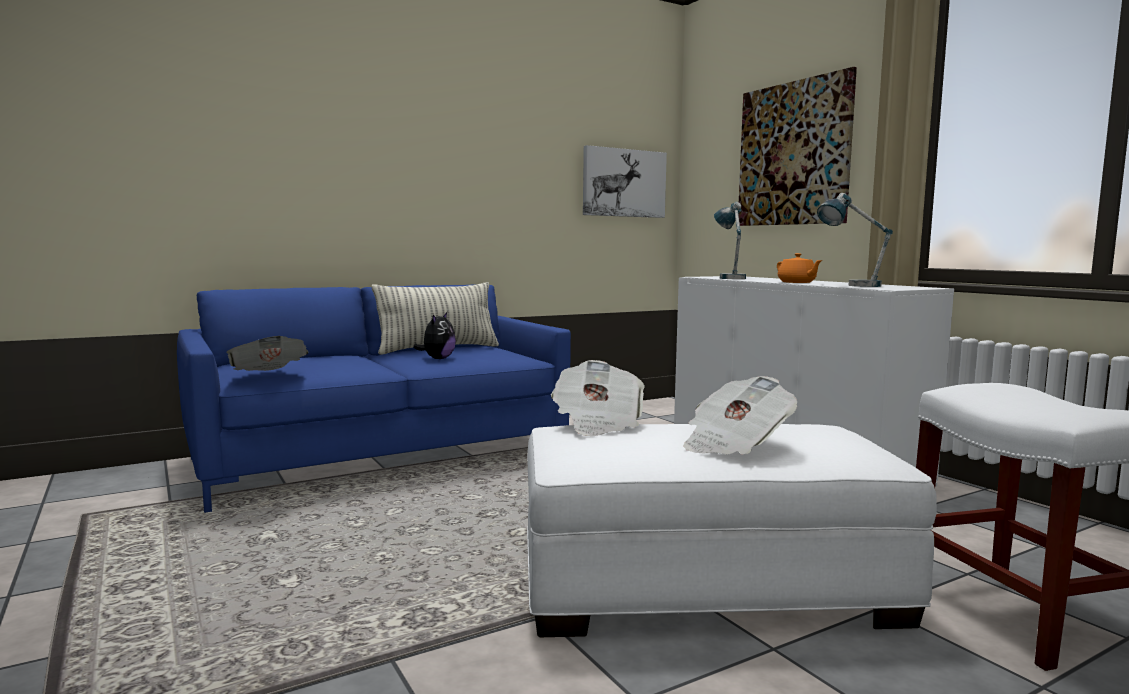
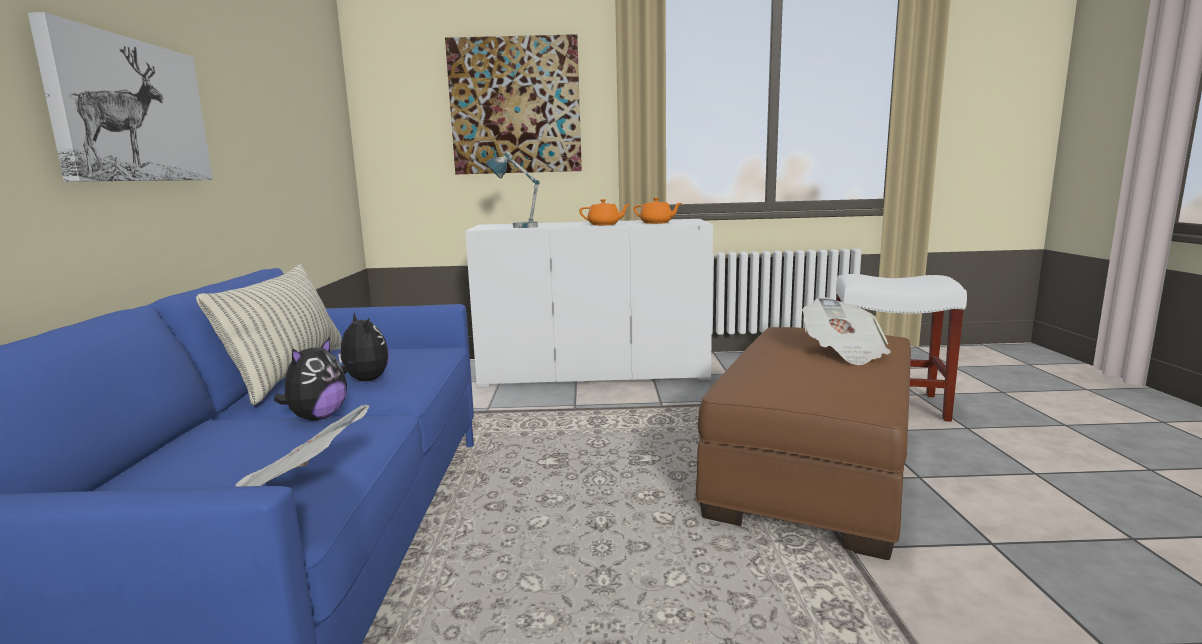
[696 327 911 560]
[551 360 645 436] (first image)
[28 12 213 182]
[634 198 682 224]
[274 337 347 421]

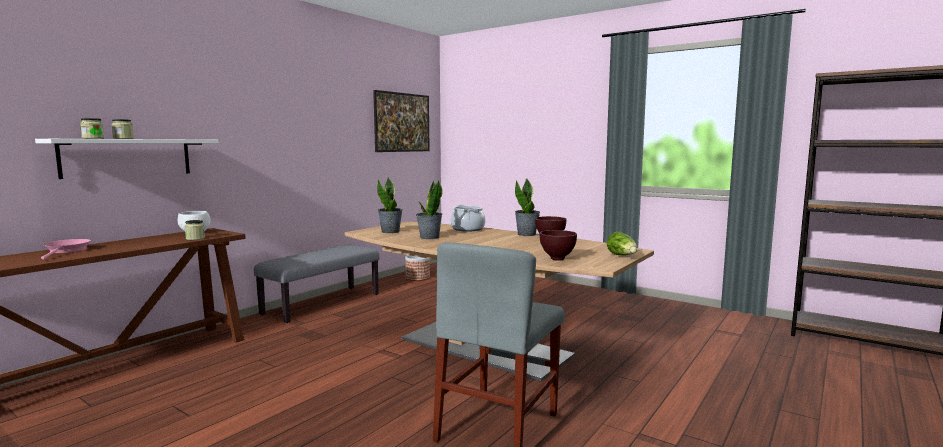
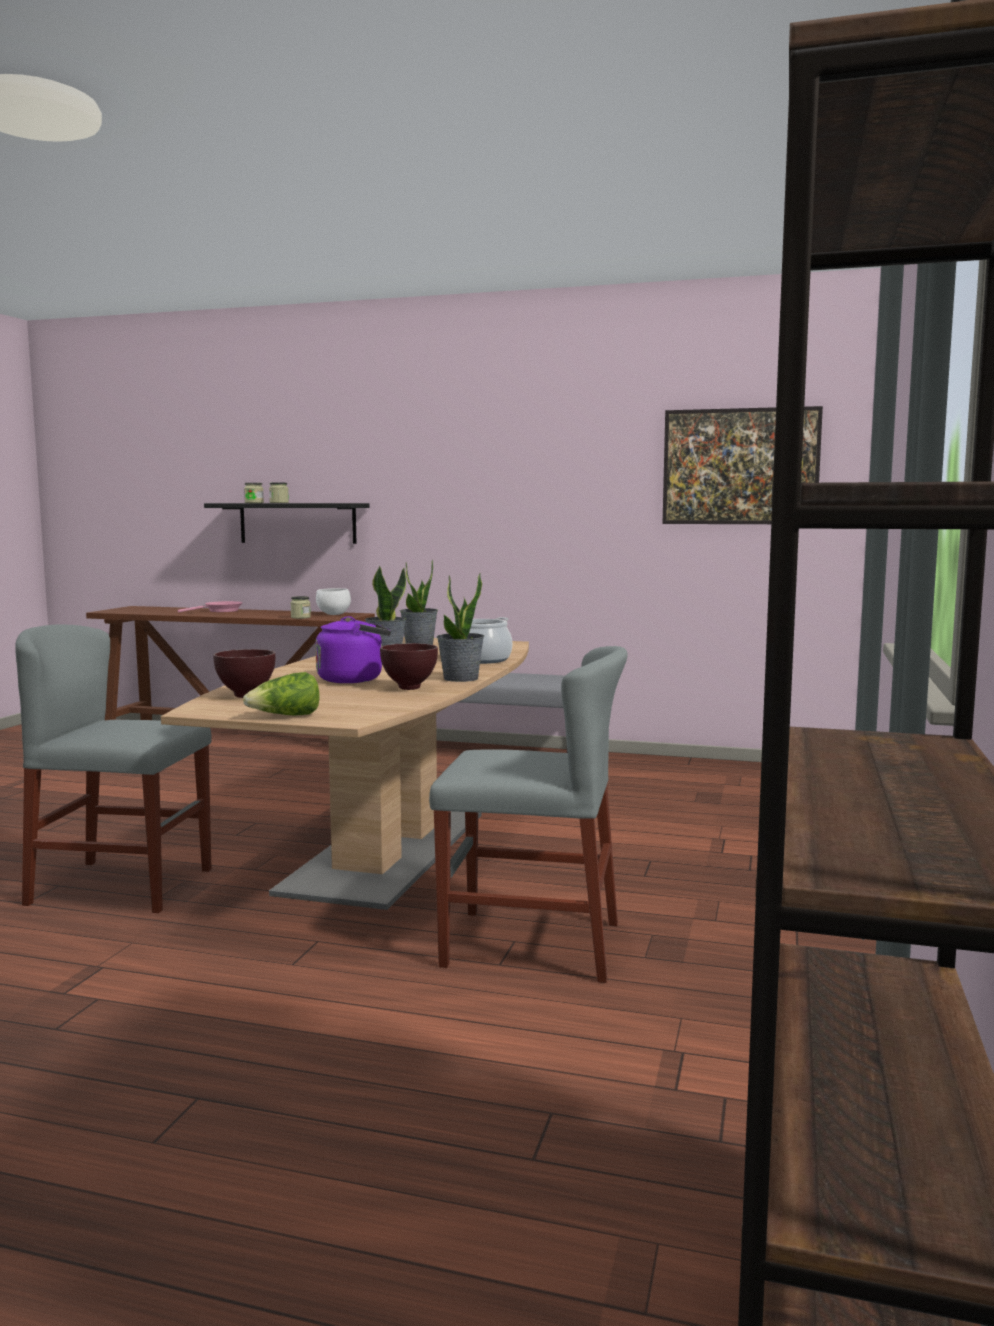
[204 503 369 544]
[405 255 430 281] (first image)
[315 616 391 683]
[429 646 627 983]

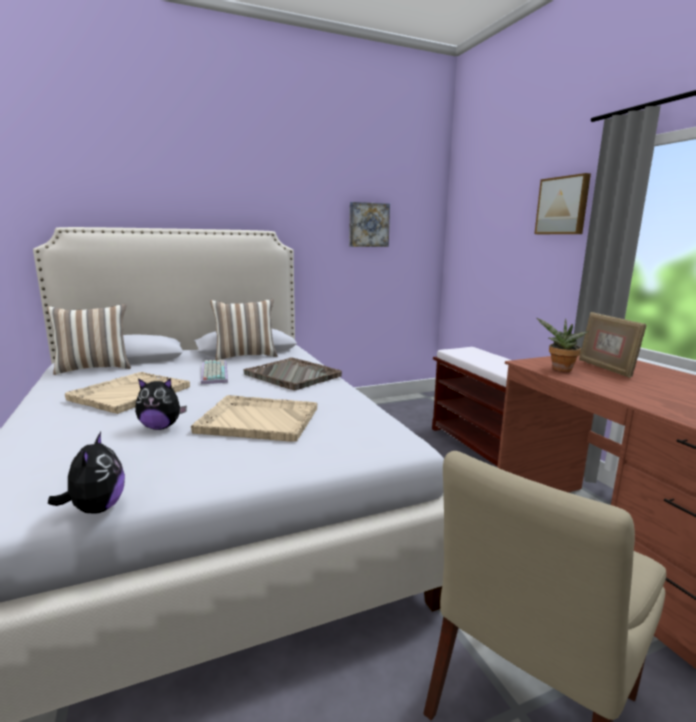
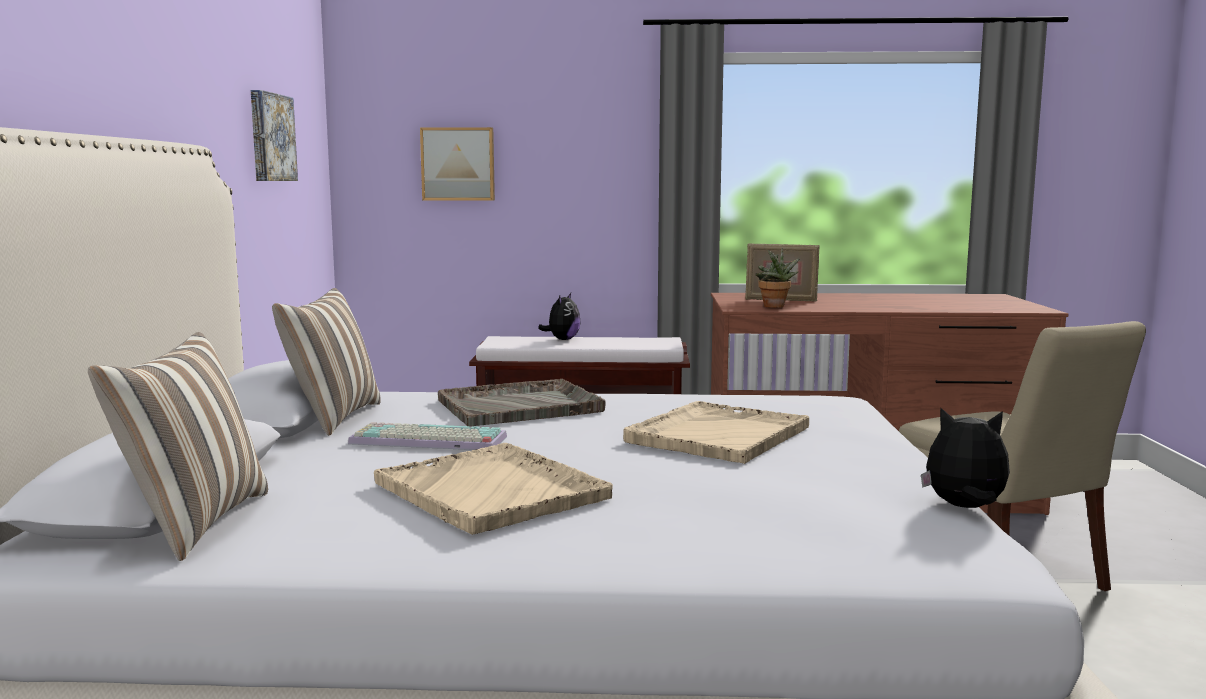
[538 293 581 340]
[420 127 495 201]

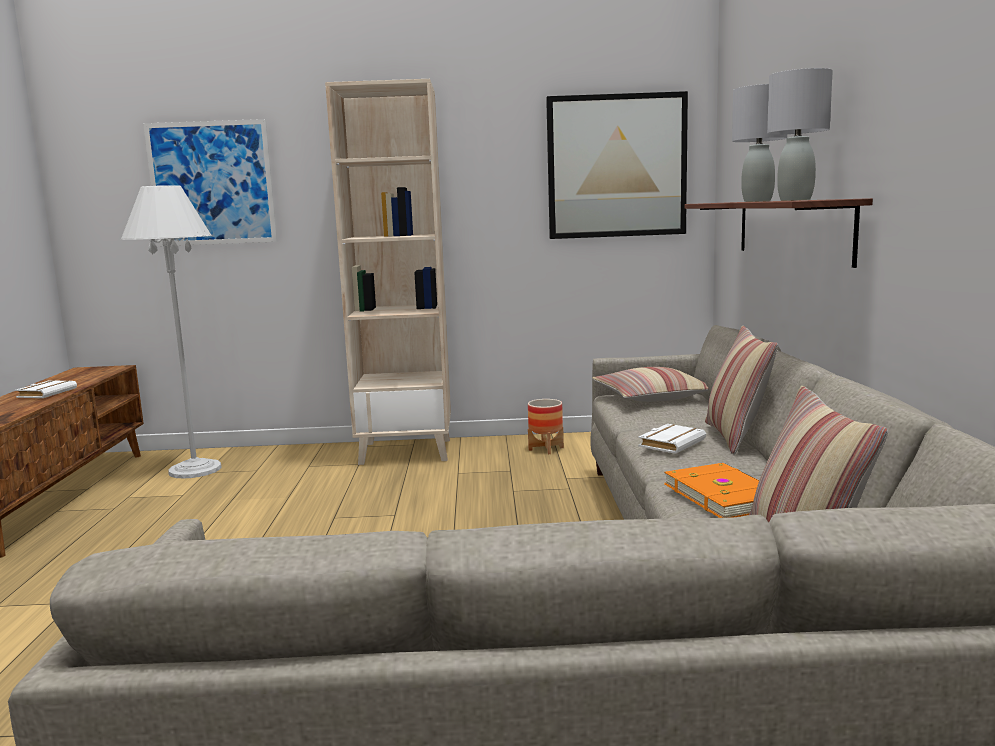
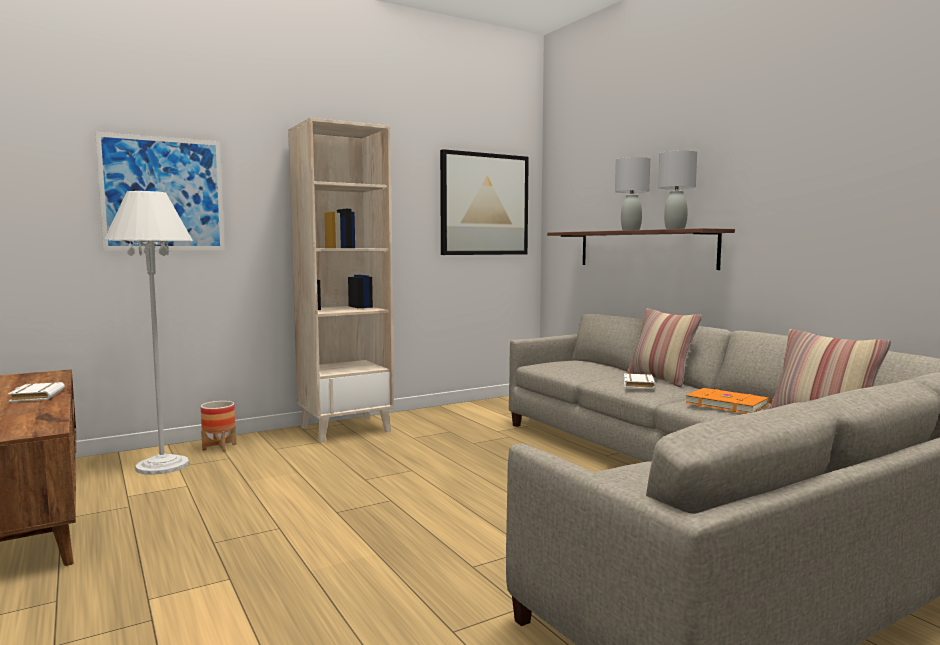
[201 401 236 452]
[592 367 709 402] (first image)

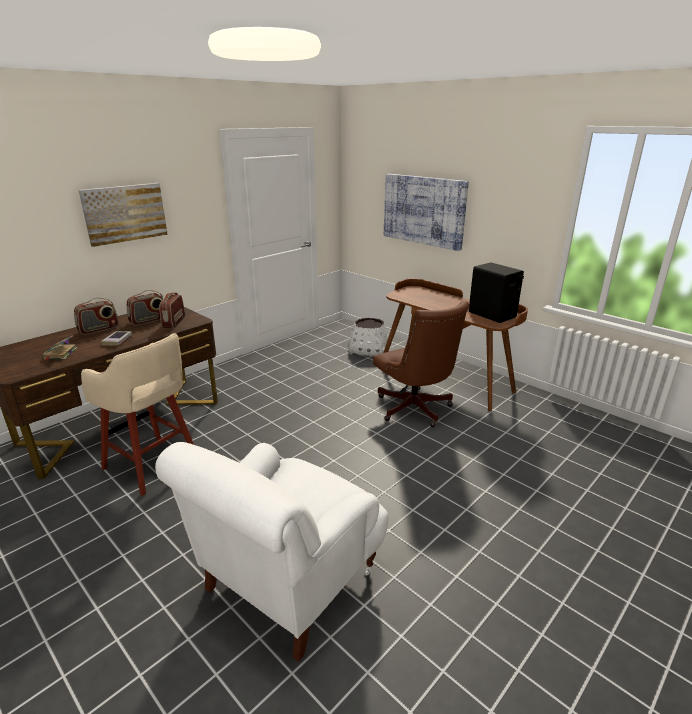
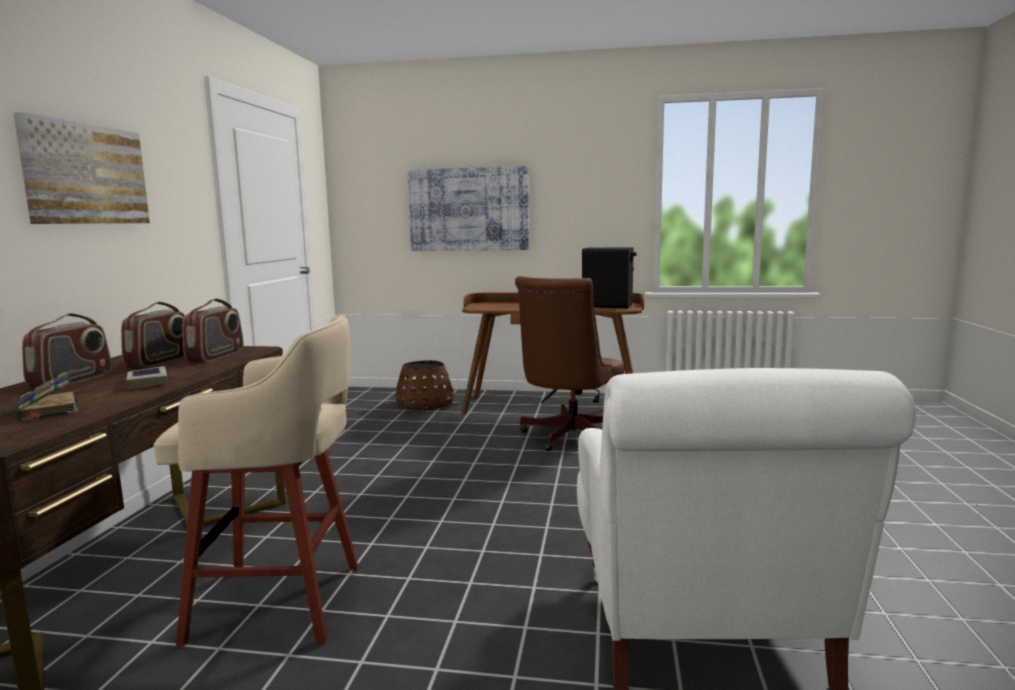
[183 298 244 362]
[396 360 454 410]
[515 276 624 451]

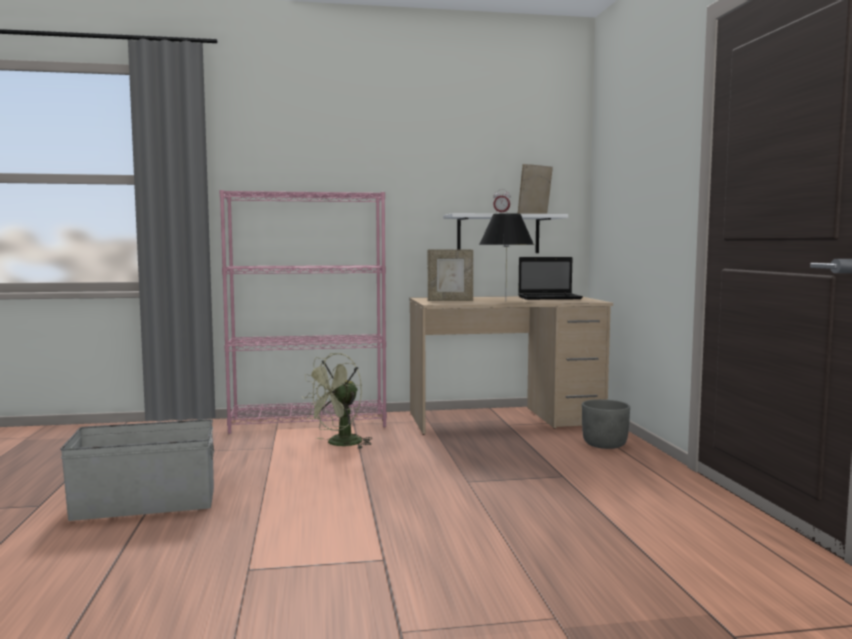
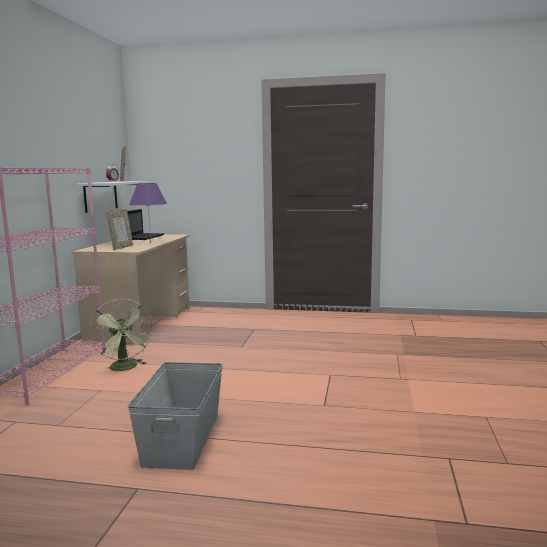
[129 183 167 243]
[582 399 630 449] (first image)

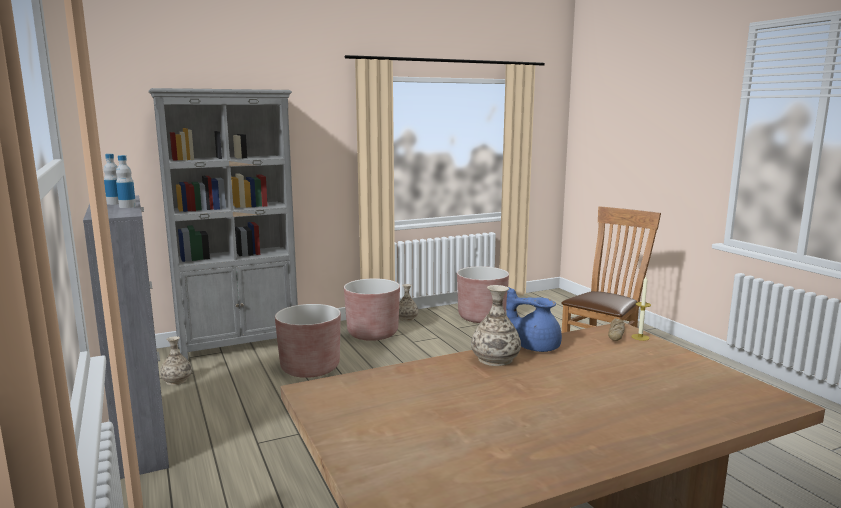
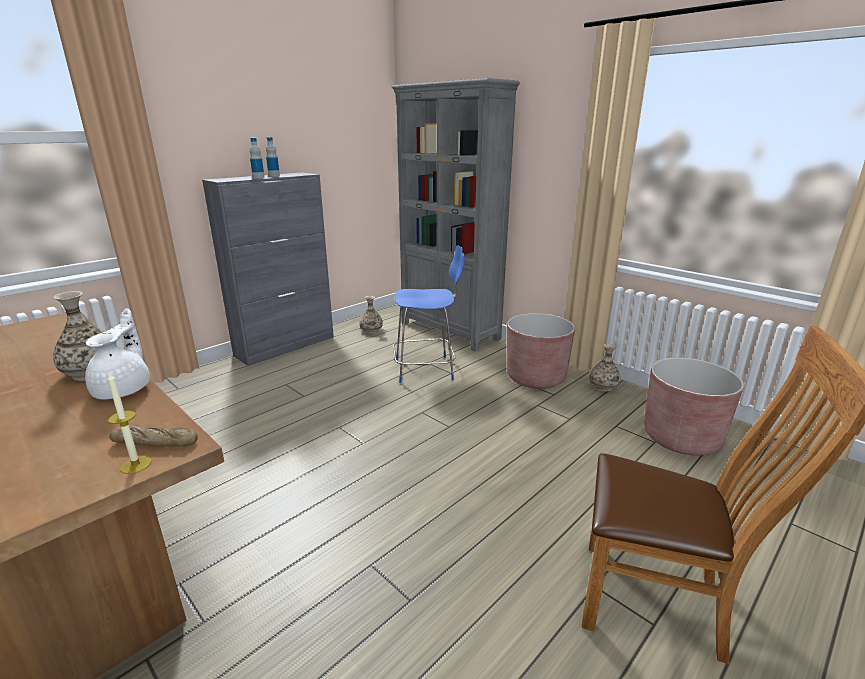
[393 245 465 383]
[85 308 150 399]

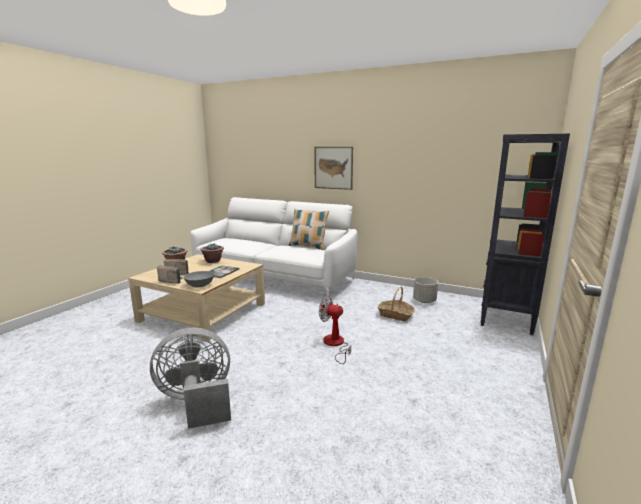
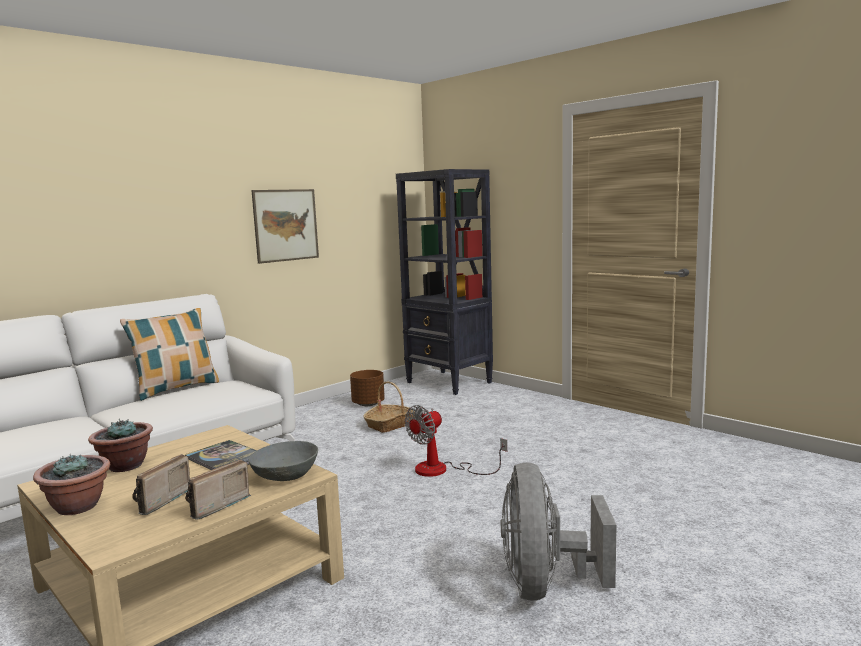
[251 189 319 264]
[350 370 385 406]

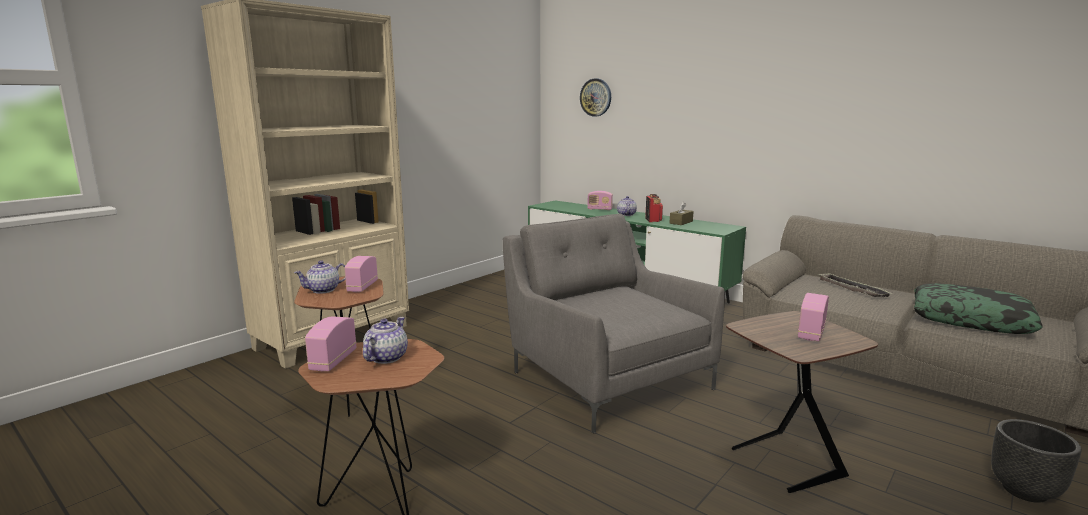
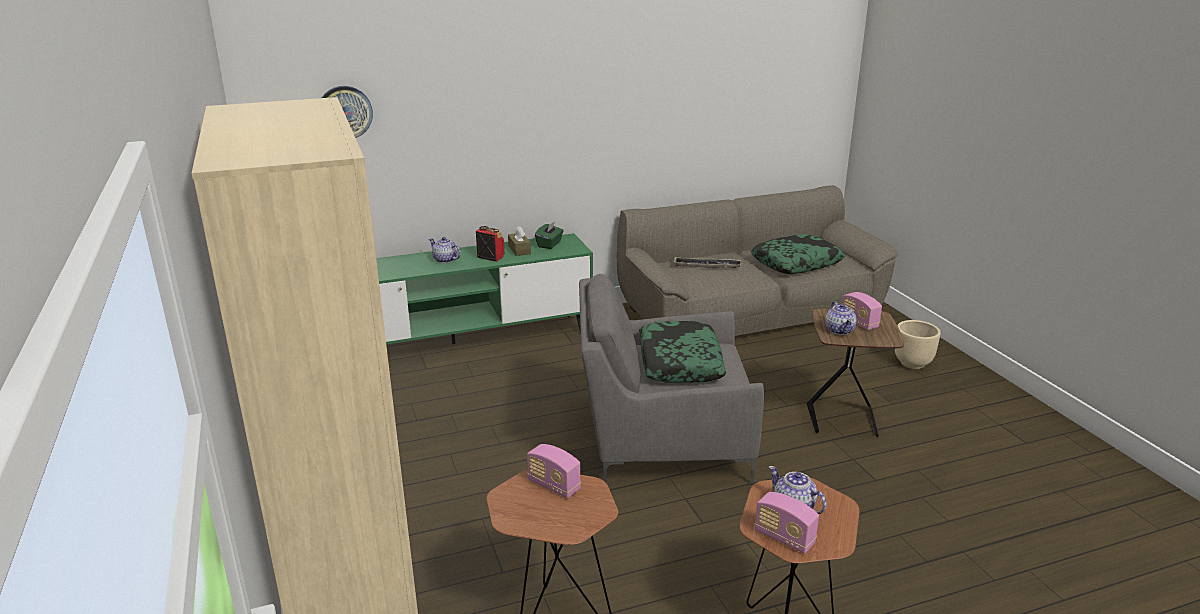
[825 301 857 335]
[587 191 613 210] (first image)
[895 320 941 369]
[535 222 564 249]
[639 321 726 383]

